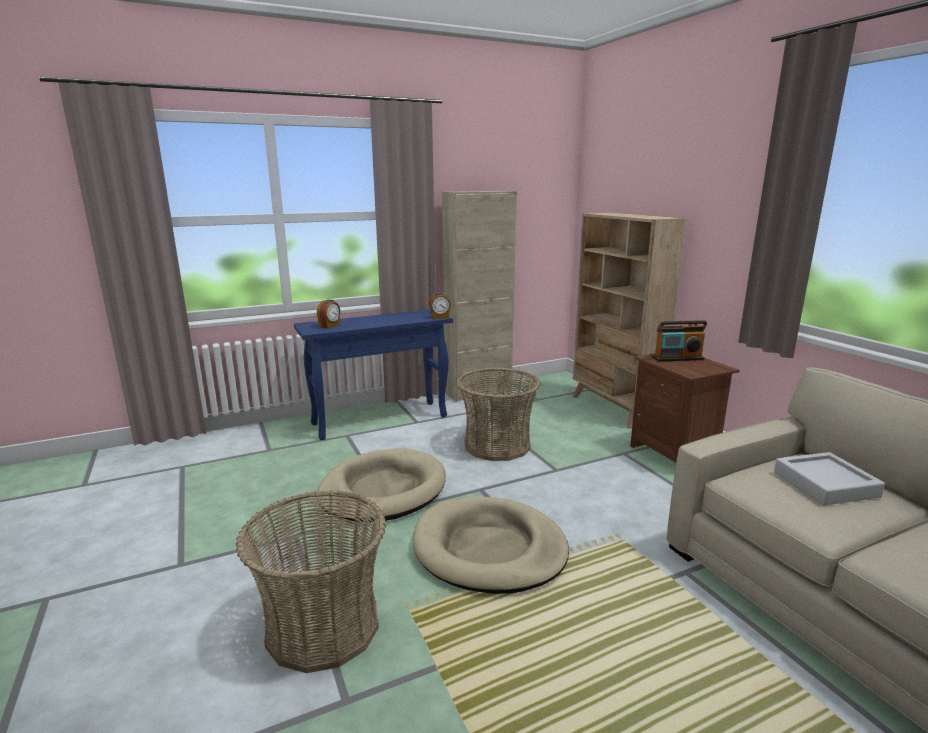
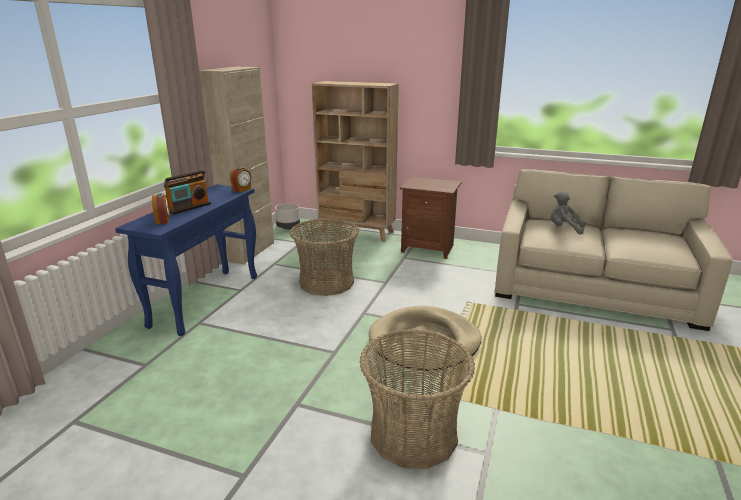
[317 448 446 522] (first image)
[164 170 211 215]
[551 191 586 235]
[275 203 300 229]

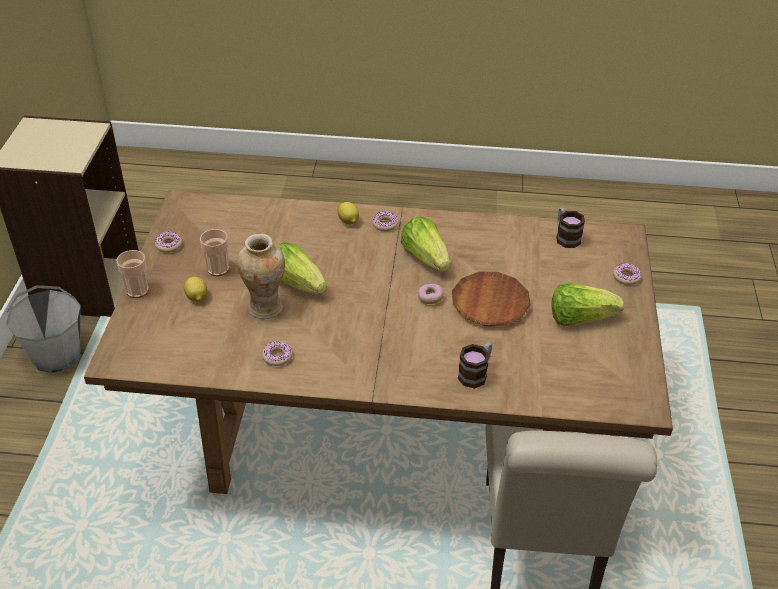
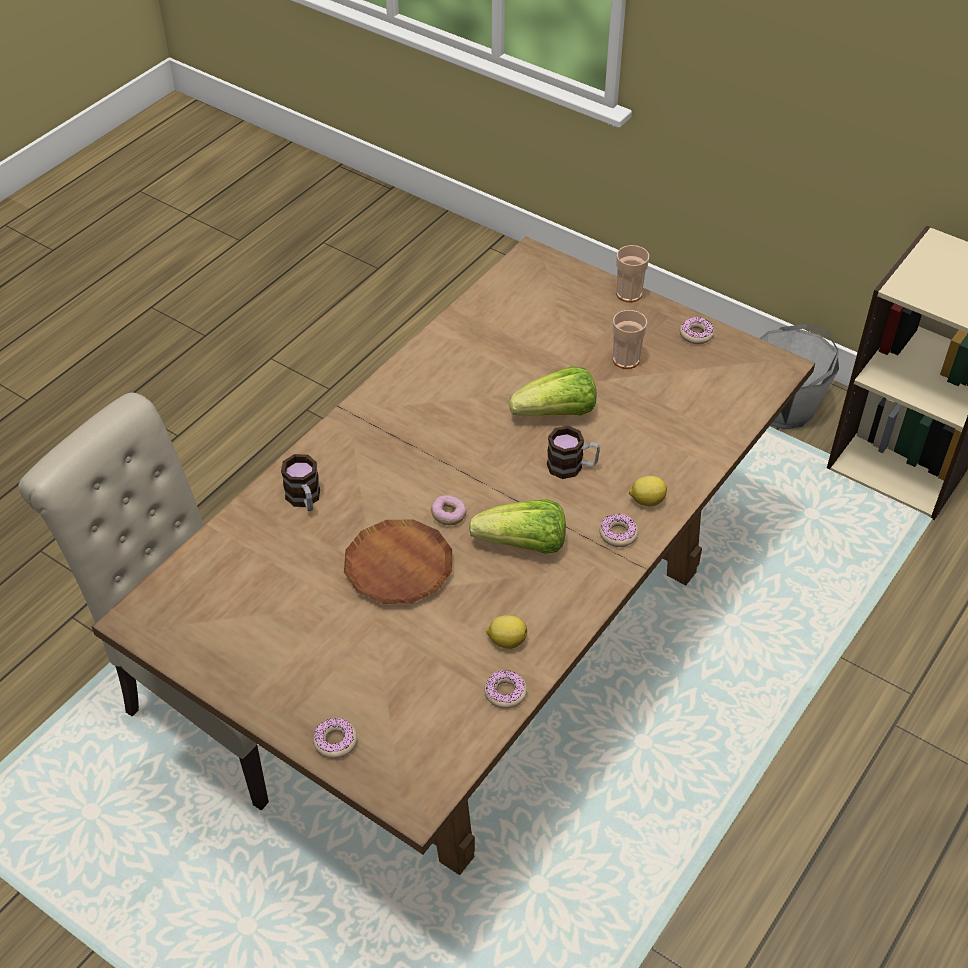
[486 615 527 649]
[237 234 285 319] (first image)
[484 670 527 709]
[552 282 624 326] (first image)
[547 426 600 479]

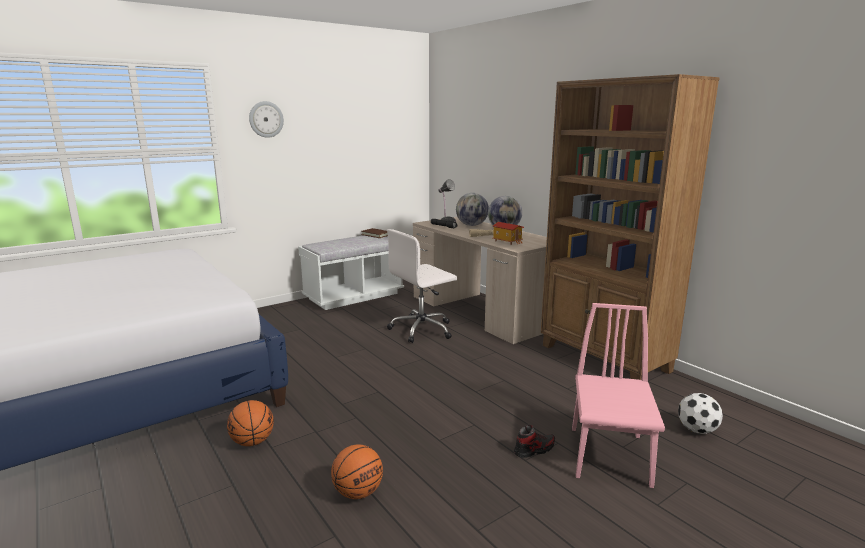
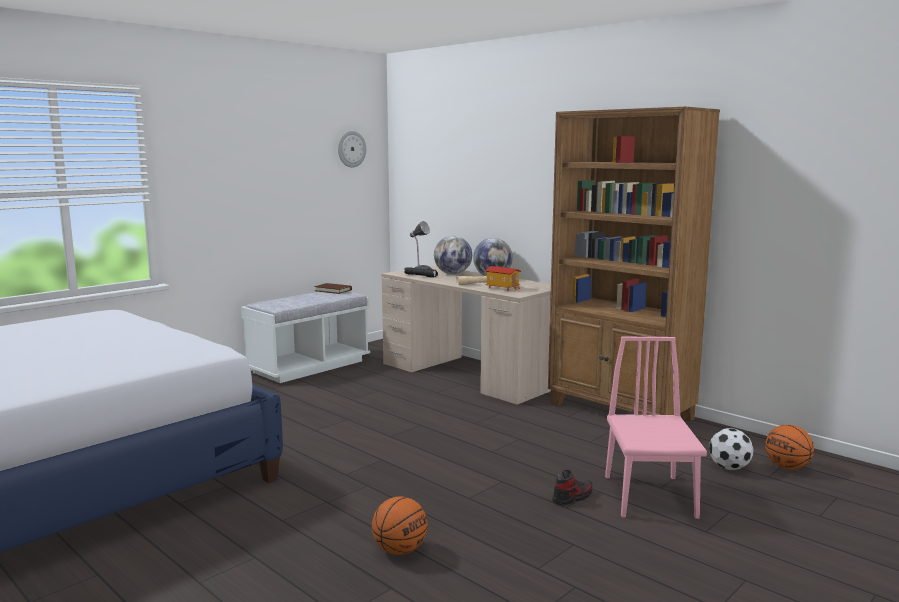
[765 424 814 470]
[338 131 366 168]
[387 229 457 343] (first image)

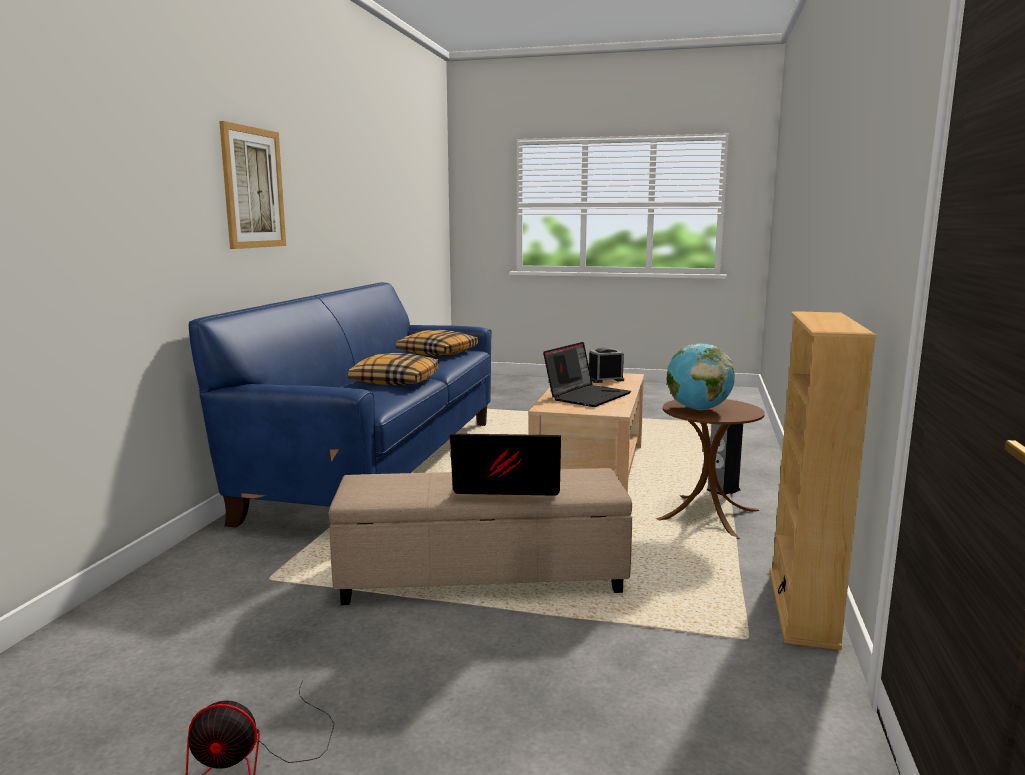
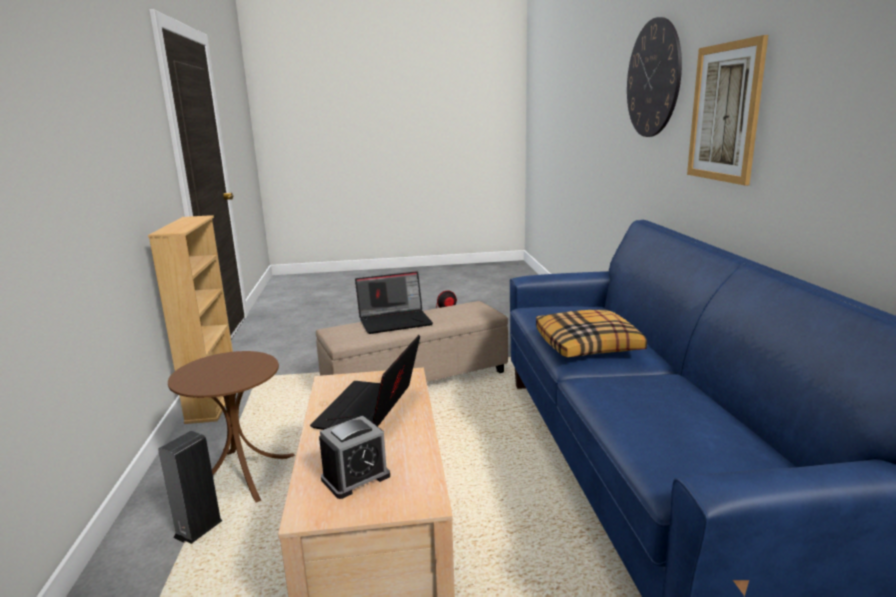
[395 330 478 356] (first image)
[666 344 735 410] (first image)
[627 17 682 137]

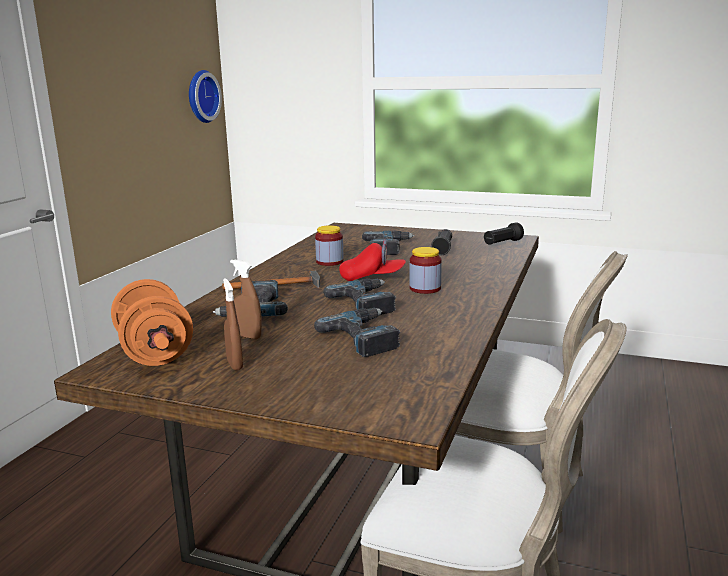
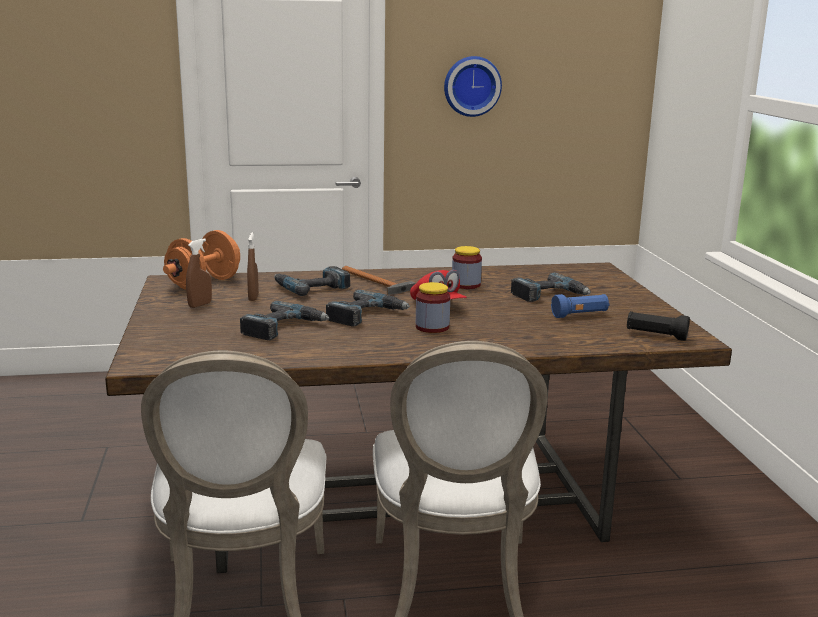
[444 56 502 117]
[551 294 609 318]

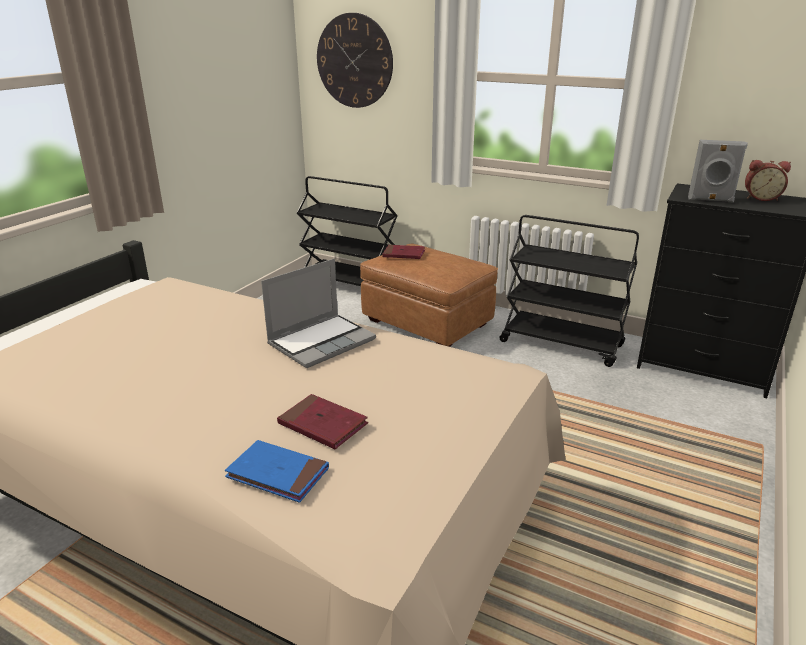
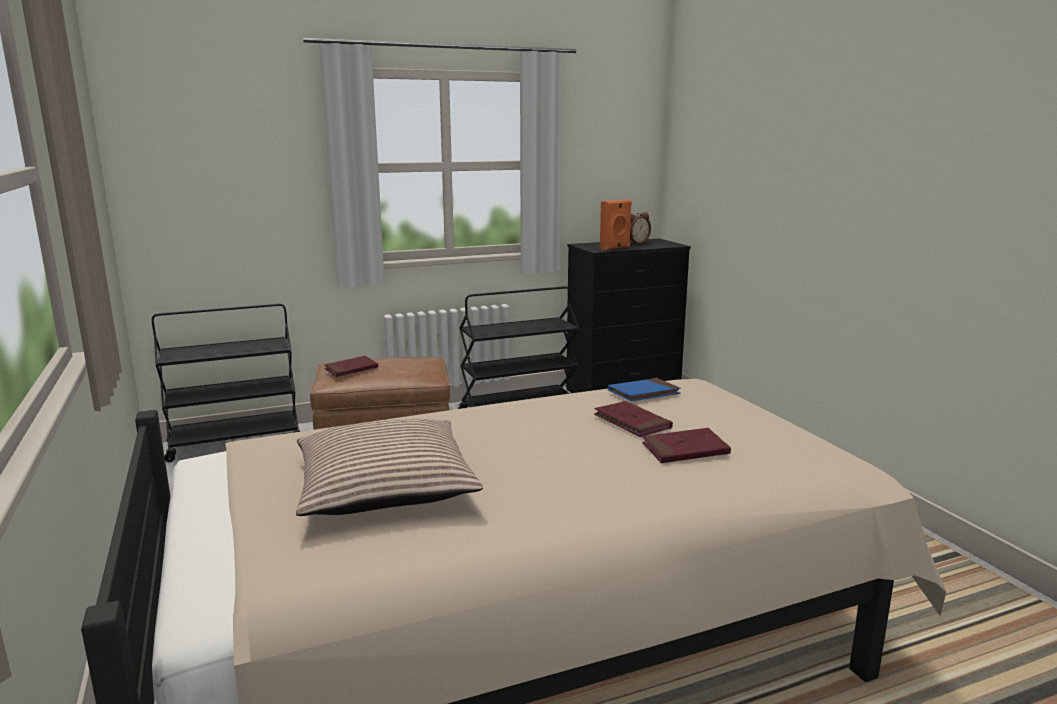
[608 378 681 401]
[261 259 376 368] (first image)
[317 13 393 108] (first image)
[600 200 632 250]
[296 419 483 516]
[594 401 673 437]

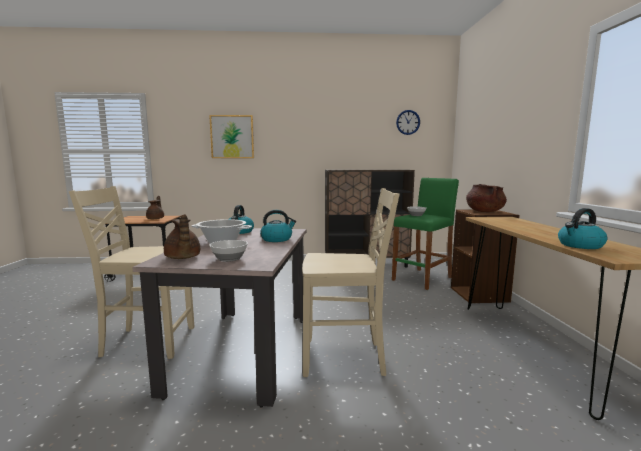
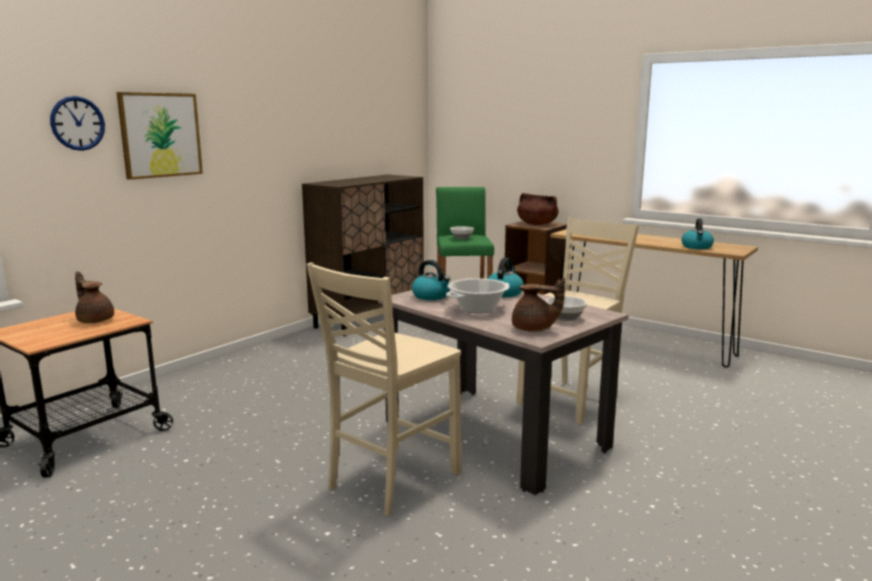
[50 96 105 151]

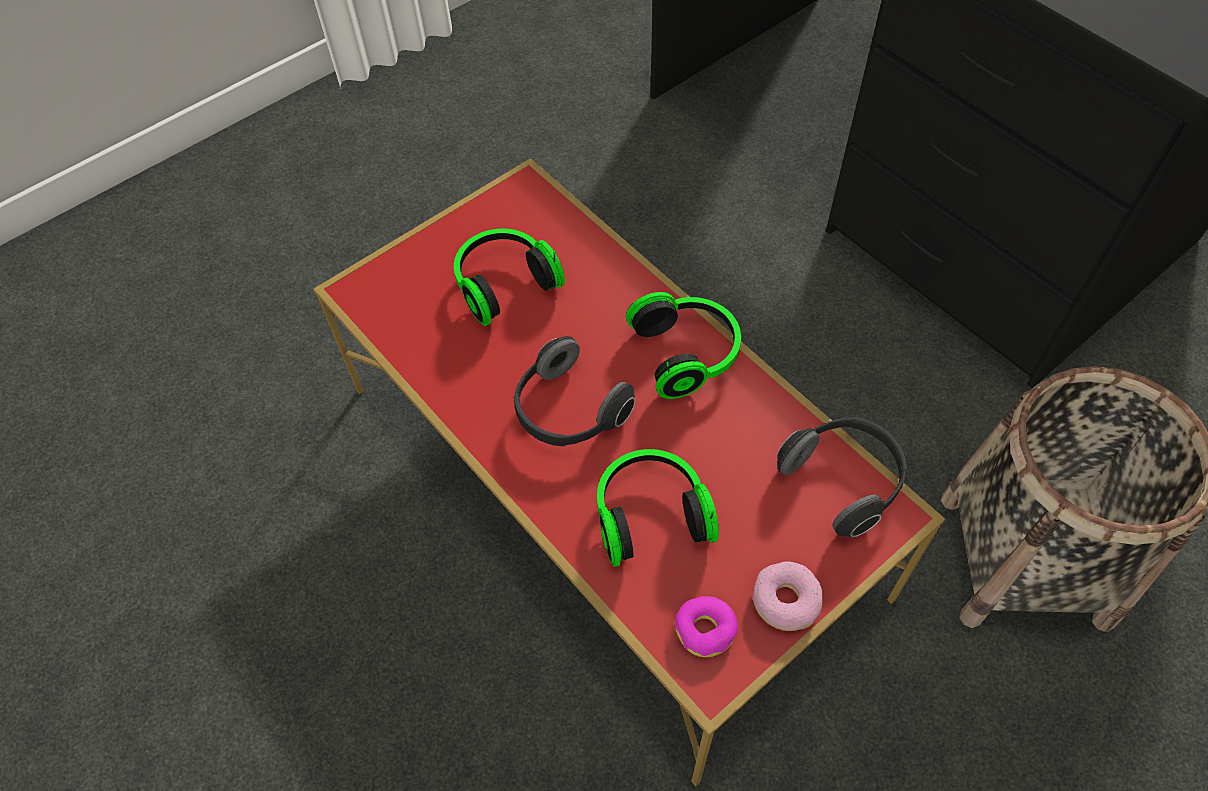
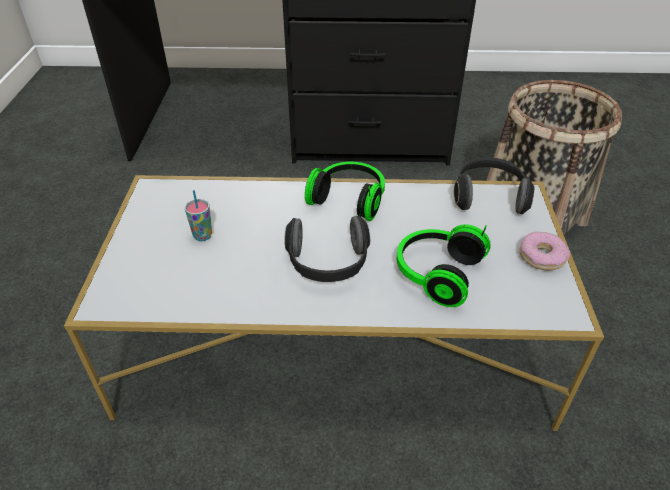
[64 175 604 431]
[185 190 212 241]
[675 596 738 657] (first image)

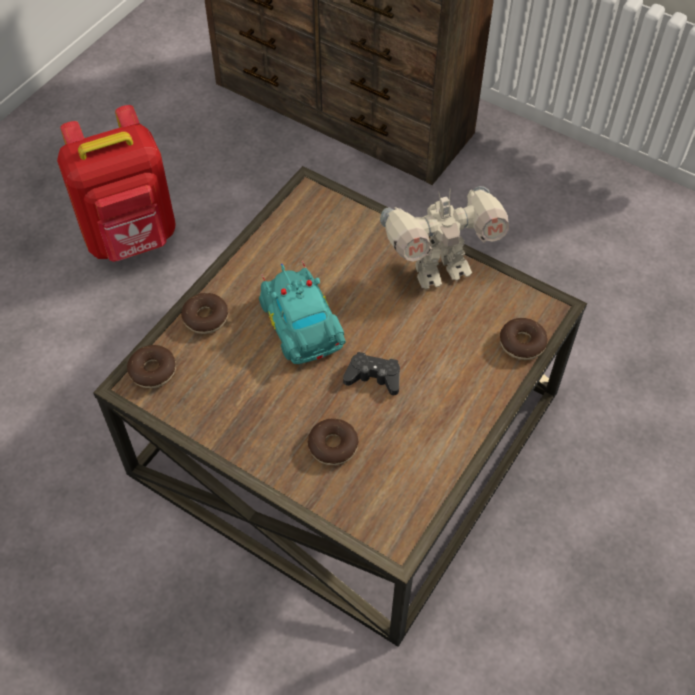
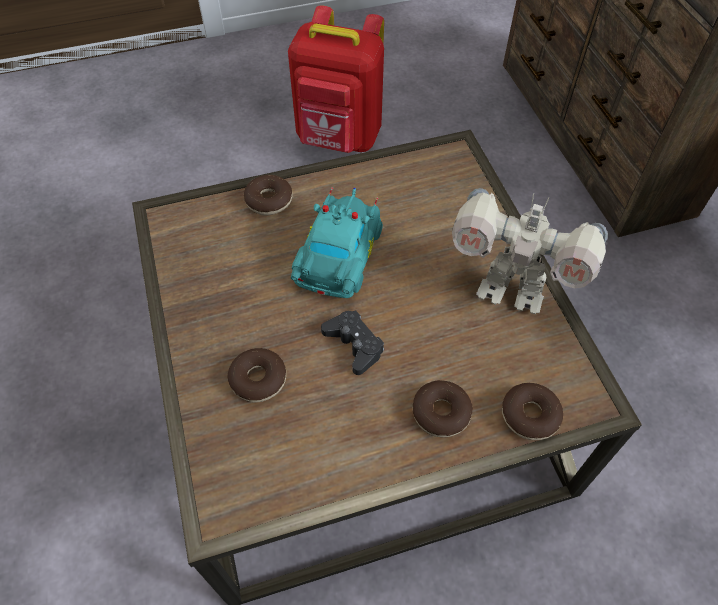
[413 380 473 437]

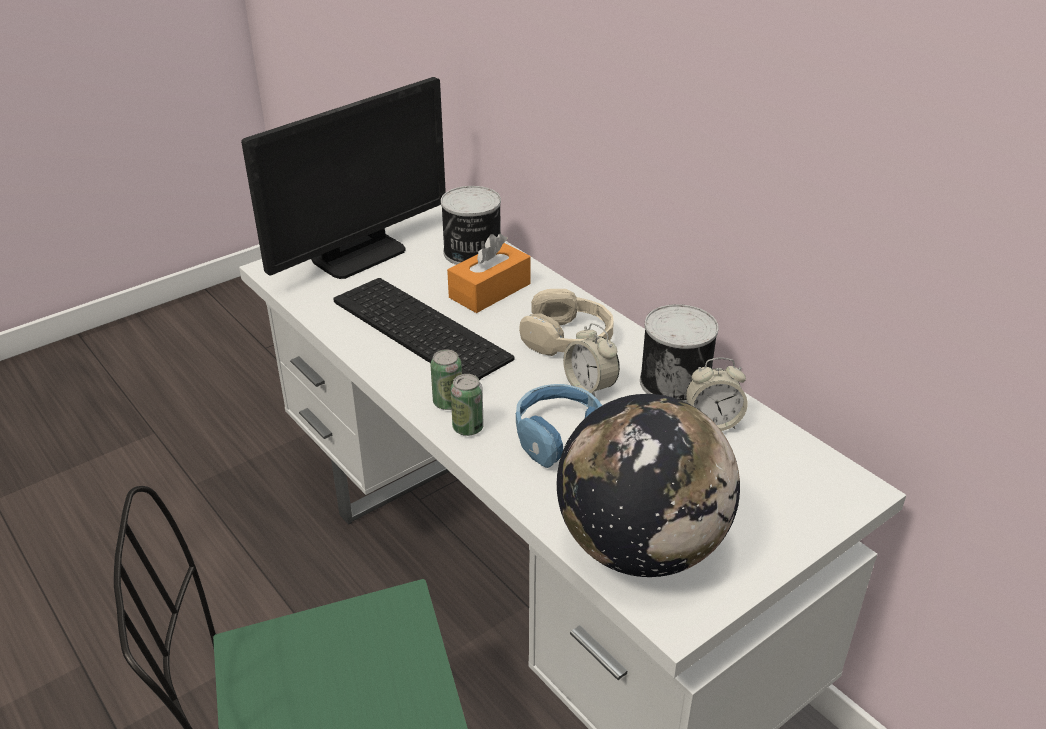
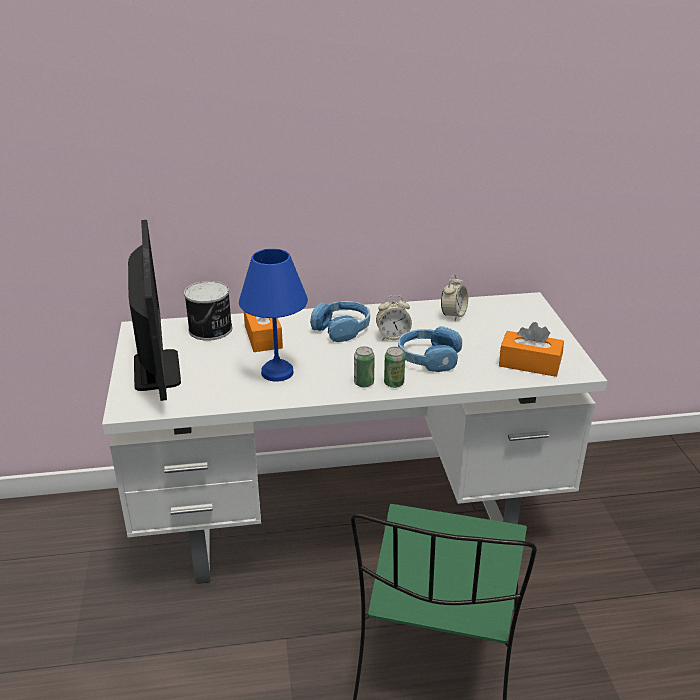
[239 249 308 382]
[310 301 370 342]
[499 322 564 377]
[640 304 719 403] (first image)

